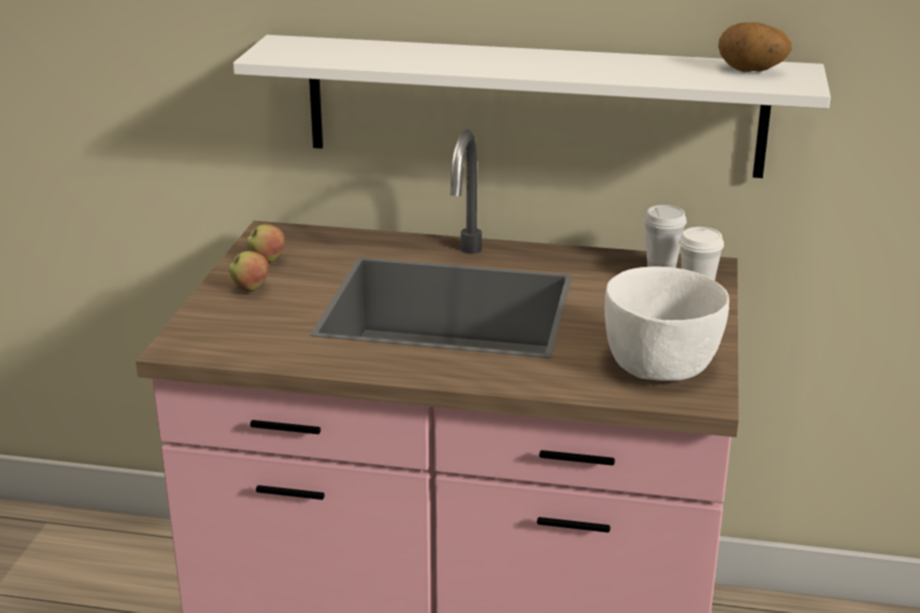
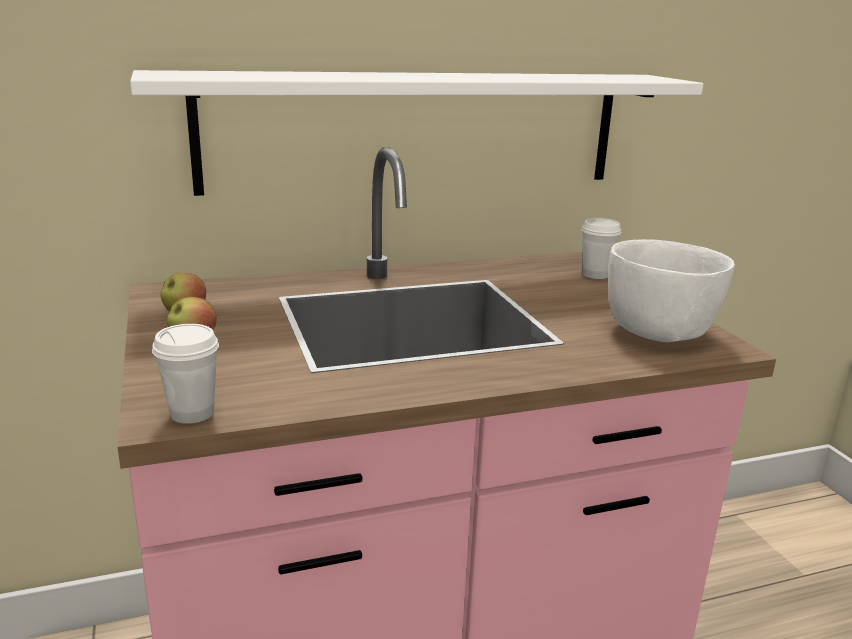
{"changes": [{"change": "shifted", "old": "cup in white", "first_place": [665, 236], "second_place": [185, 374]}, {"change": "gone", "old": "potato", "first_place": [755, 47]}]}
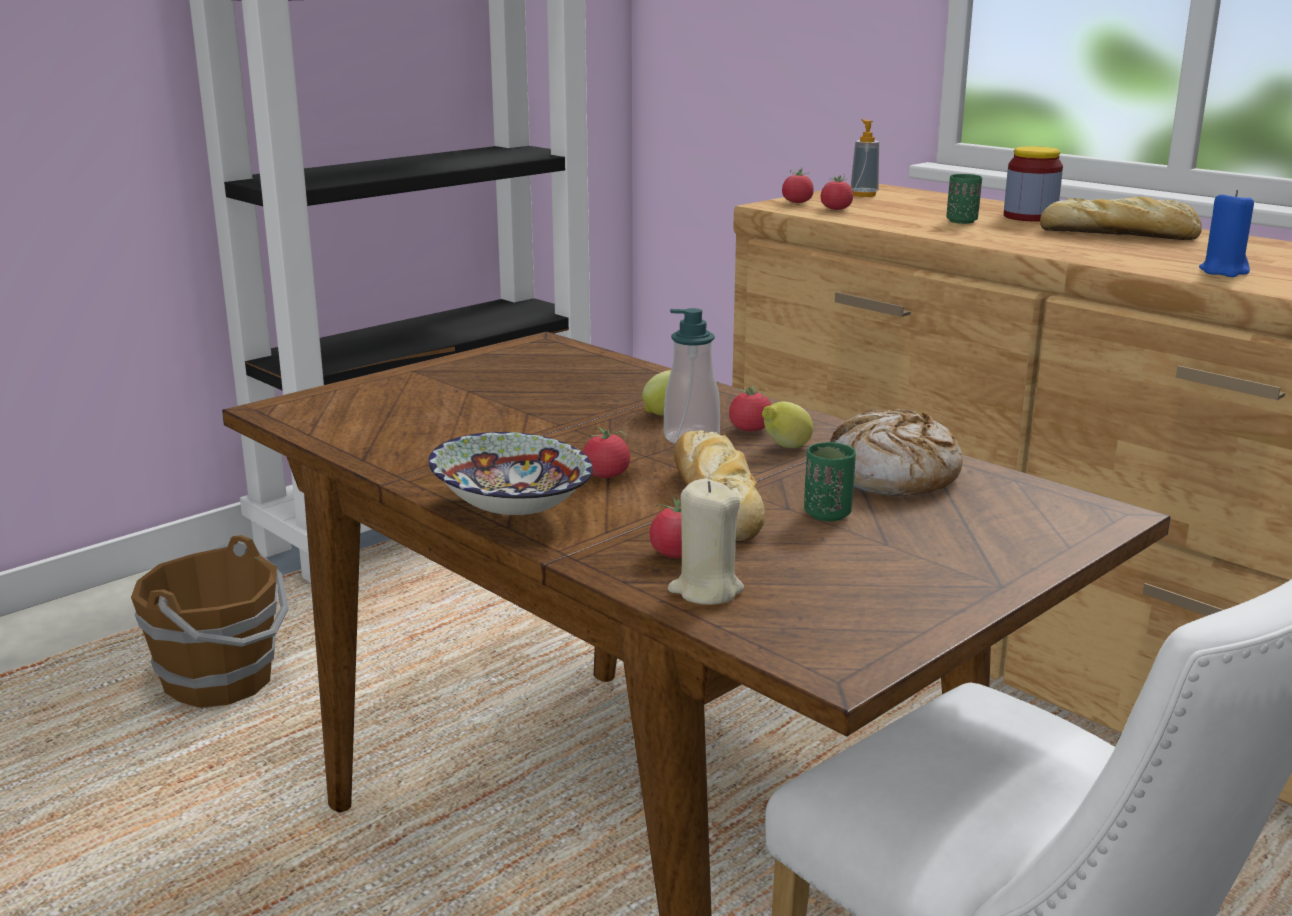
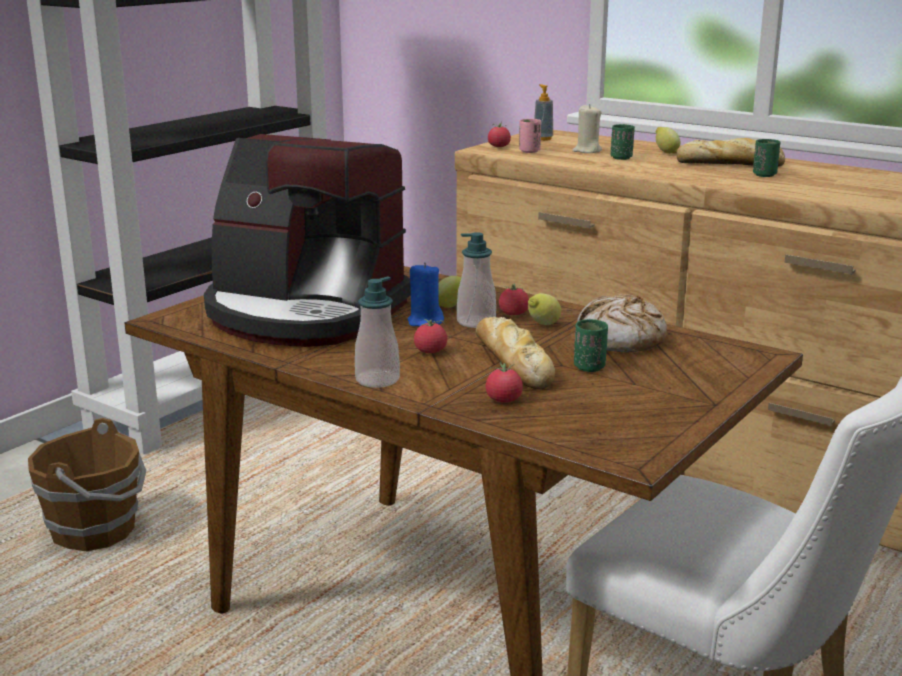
{"changes": [{"change": "new", "new": "coffee machine", "second_place": [307, 240]}, {"change": "swapped", "old": "bowl", "new": "soap dispenser", "first_place": [510, 473], "second_place": [377, 332]}, {"change": "shifted", "old": "candle in blue", "first_place": [1226, 233], "second_place": [425, 294]}, {"change": "swapped", "old": "tomato", "new": "cup in pink", "first_place": [837, 192], "second_place": [530, 136]}, {"change": "shifted", "old": "candle in beige", "first_place": [706, 542], "second_place": [587, 128]}, {"change": "swapped", "old": "jar", "new": "lemon", "first_place": [1033, 184], "second_place": [668, 140]}, {"change": "new", "new": "cup in green", "second_place": [766, 158]}]}
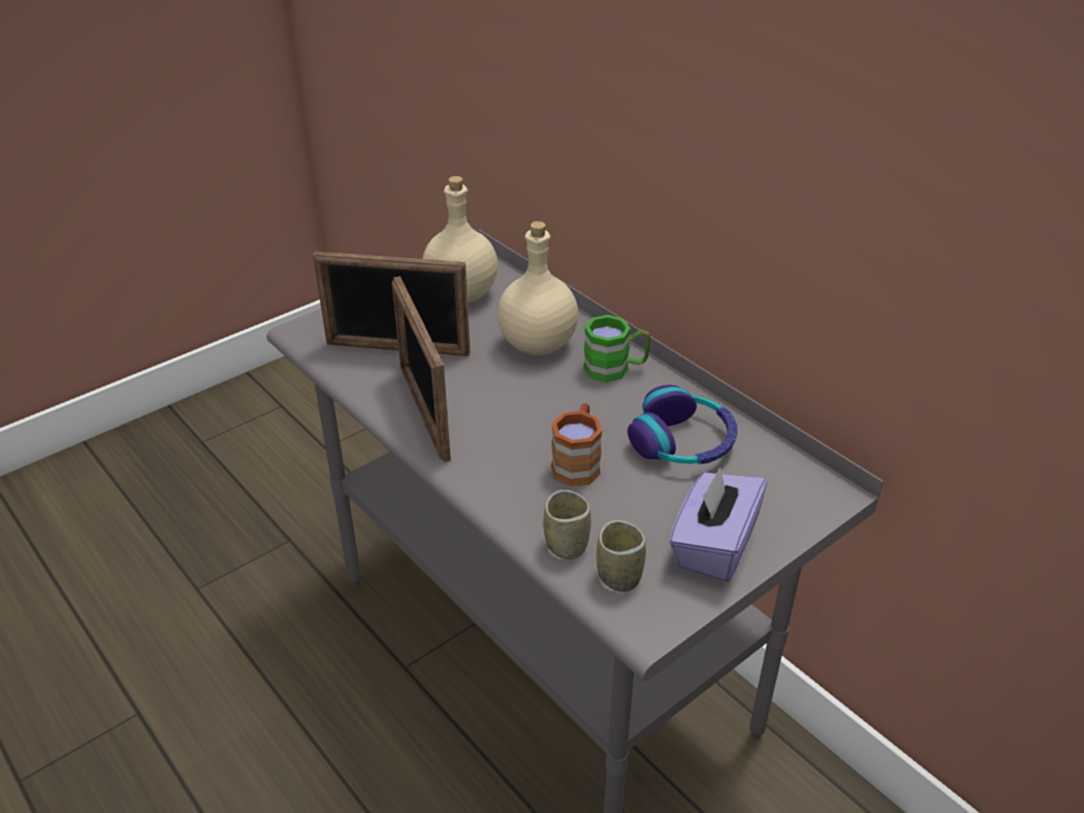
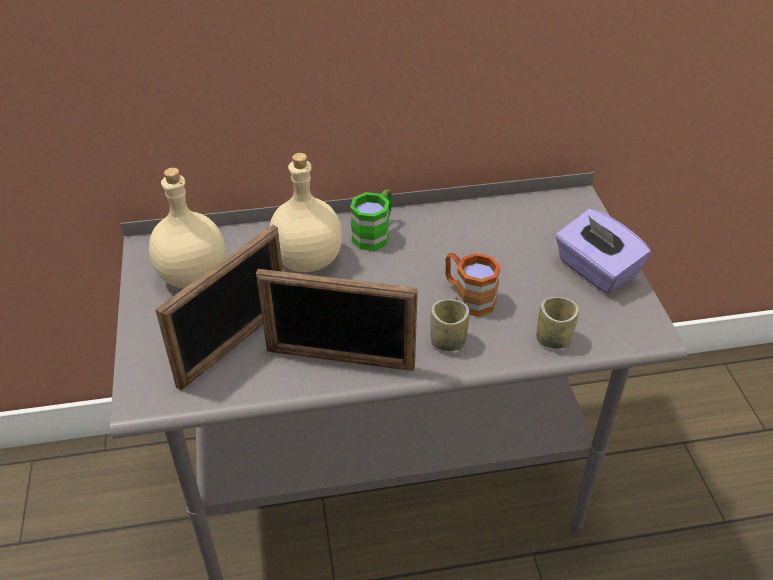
{"changes": [{"change": "shifted", "old": "cup", "first_place": [621, 556], "second_place": [450, 325]}, {"change": "gone", "old": "headphones", "first_place": [682, 424]}]}
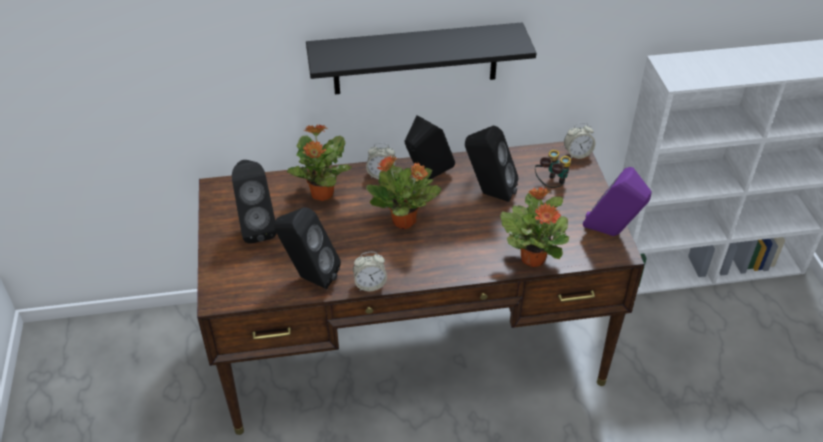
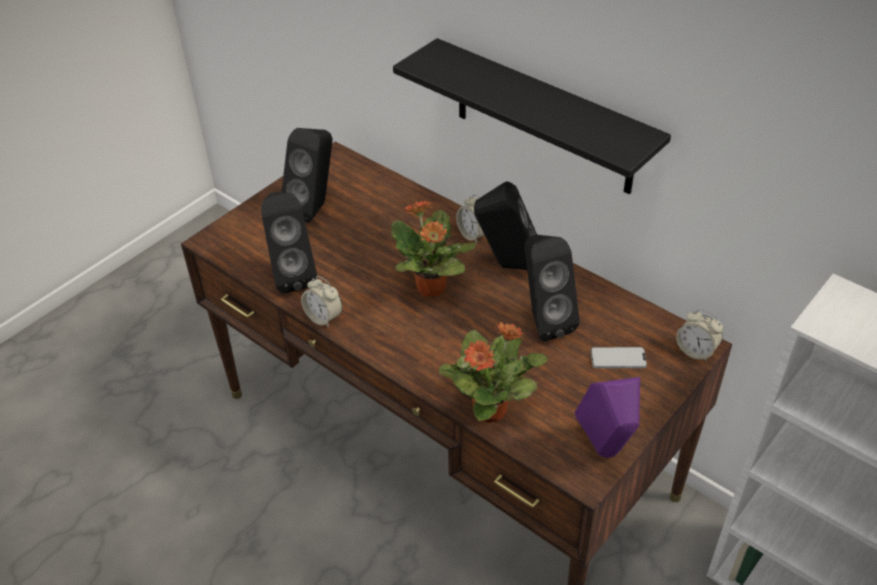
{"changes": [{"change": "swapped", "old": "binoculars", "new": "phone", "first_place": [553, 169], "second_place": [619, 357]}, {"change": "gone", "old": "potted plant", "first_place": [319, 162]}]}
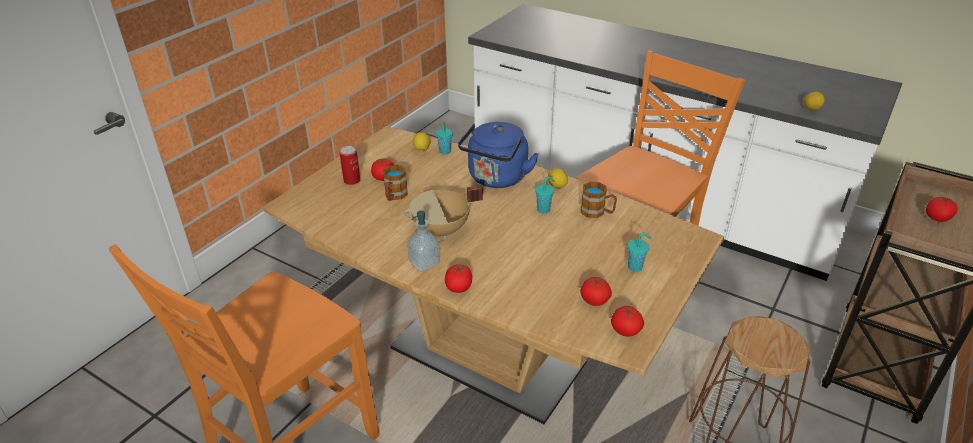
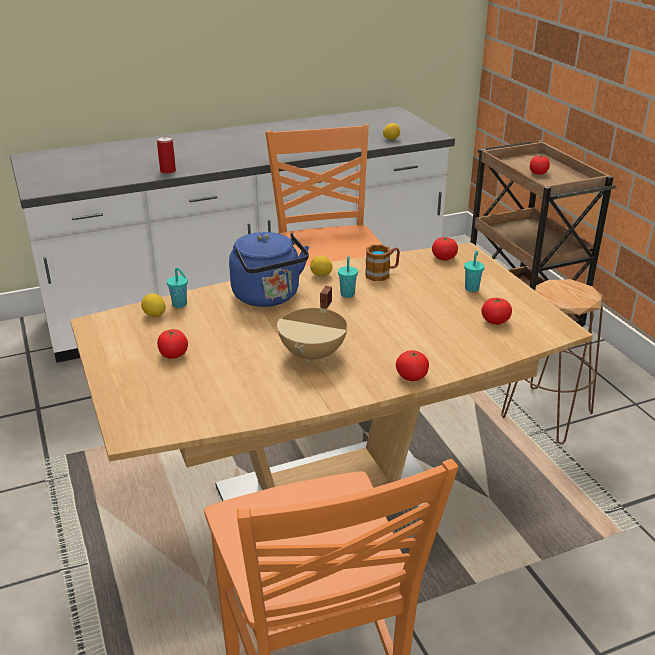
{"changes": [{"change": "shifted", "old": "can", "first_place": [350, 165], "second_place": [166, 155]}, {"change": "shifted", "old": "tomato", "first_place": [627, 321], "second_place": [445, 249]}, {"change": "gone", "old": "mug", "first_place": [395, 183]}, {"change": "gone", "old": "soap dispenser", "first_place": [423, 241]}]}
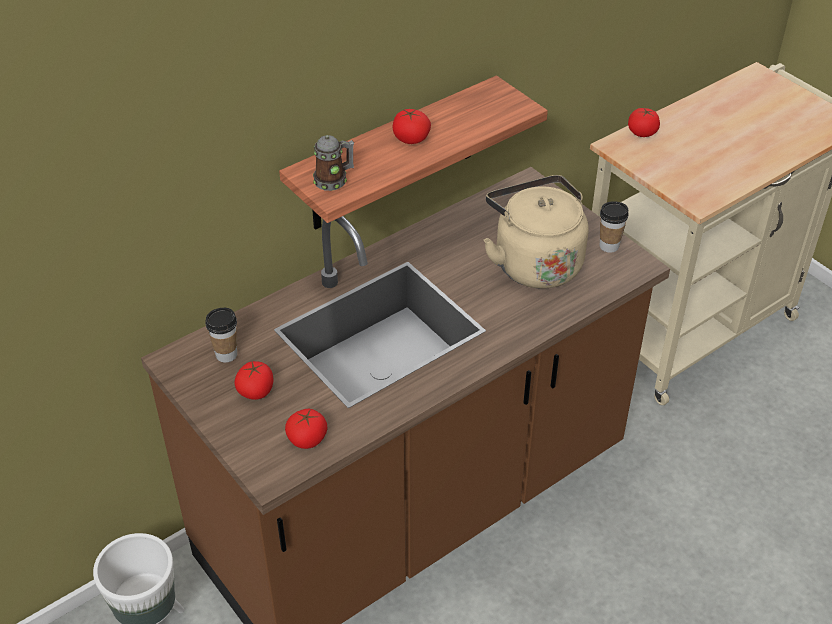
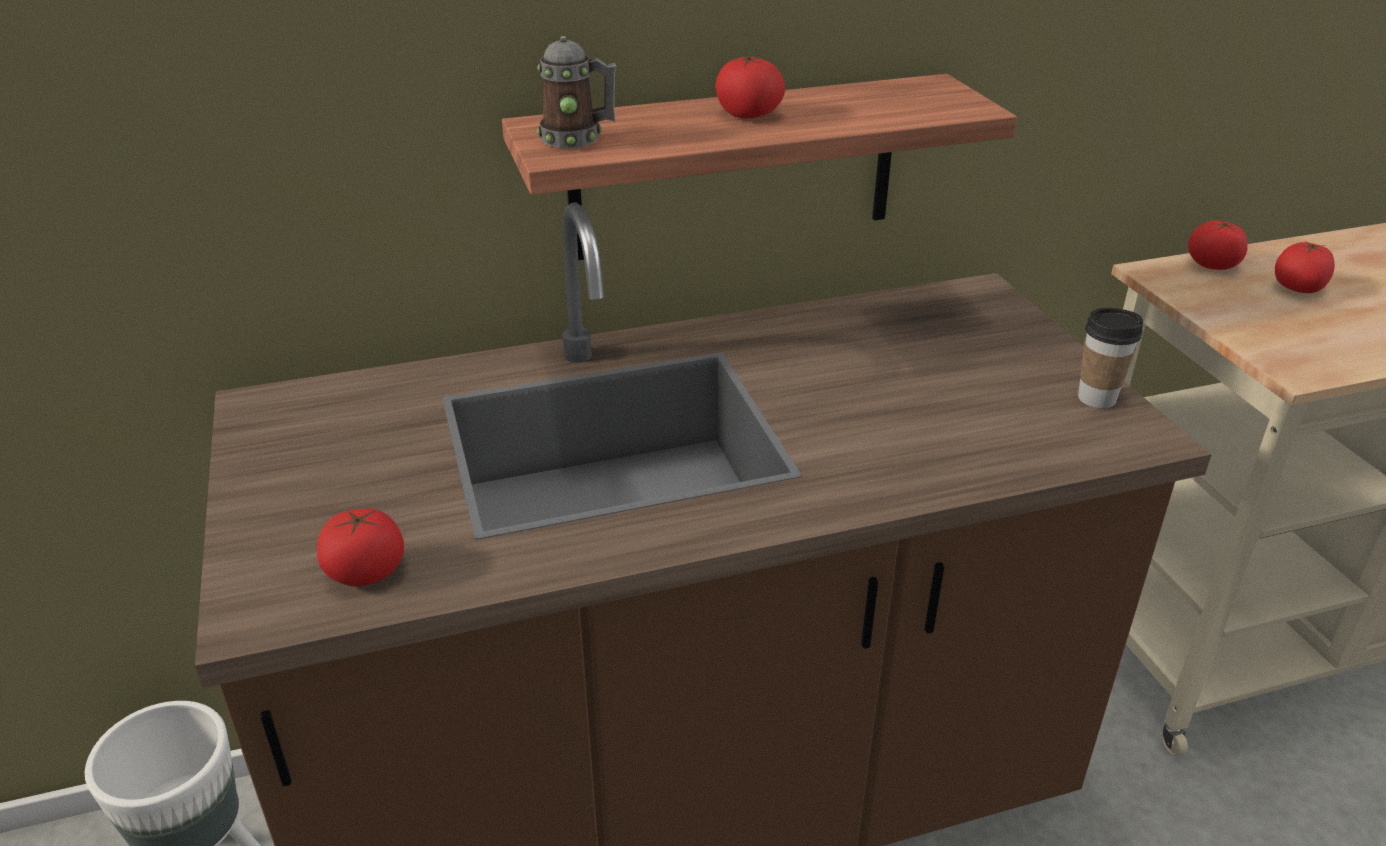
{"changes": [{"change": "shifted", "old": "tomato", "first_place": [254, 380], "second_place": [1305, 267]}, {"change": "gone", "old": "cup", "first_place": [221, 335]}, {"change": "gone", "old": "kettle in beige", "first_place": [536, 232]}]}
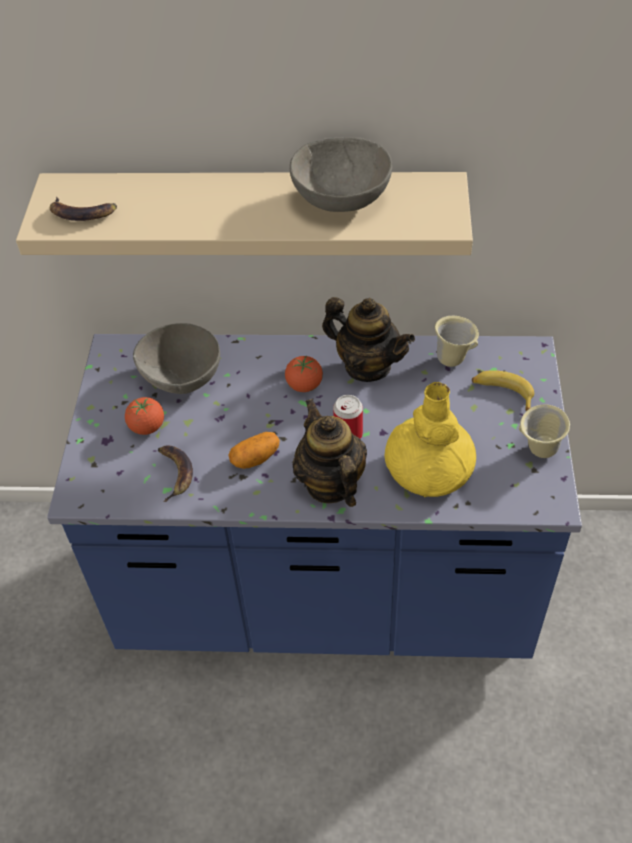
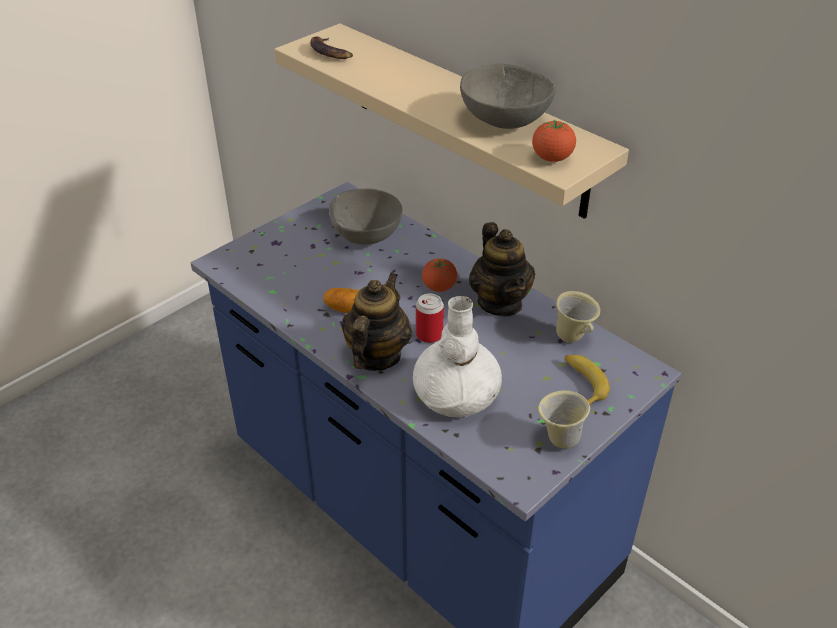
{"changes": [{"change": "repainted", "old": "vase in yellow", "new": "vase in white", "first_place": [430, 439], "second_place": [457, 356]}, {"change": "shifted", "old": "tomato", "first_place": [144, 416], "second_place": [554, 141]}, {"change": "gone", "old": "banana", "first_place": [175, 473]}]}
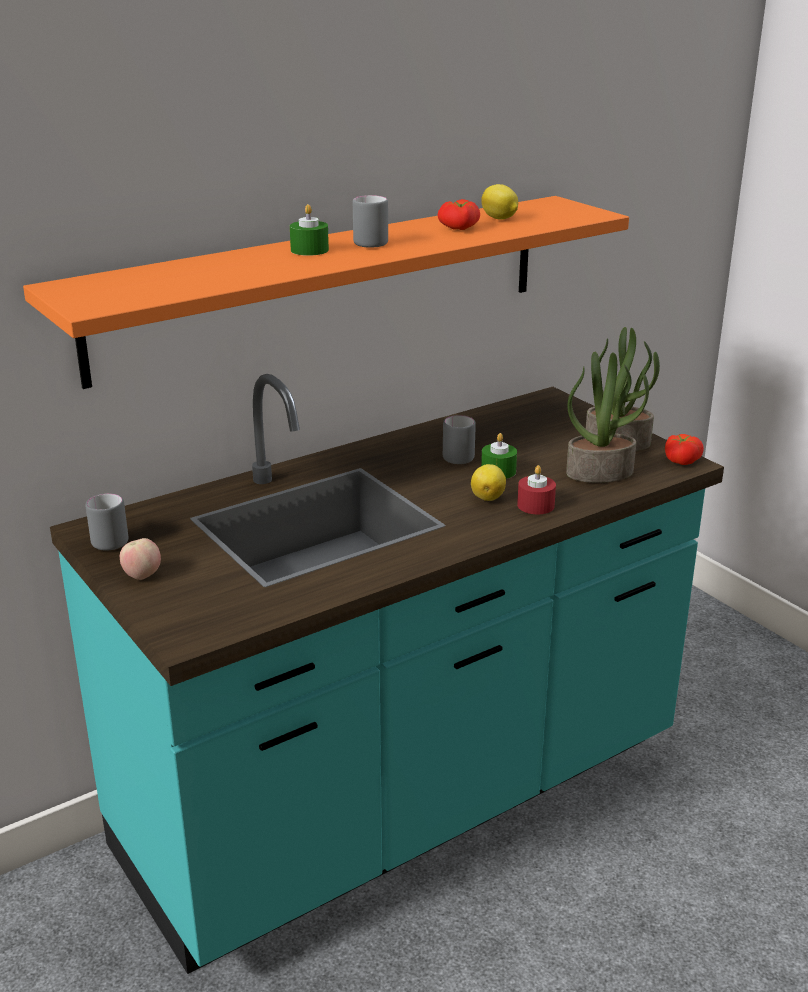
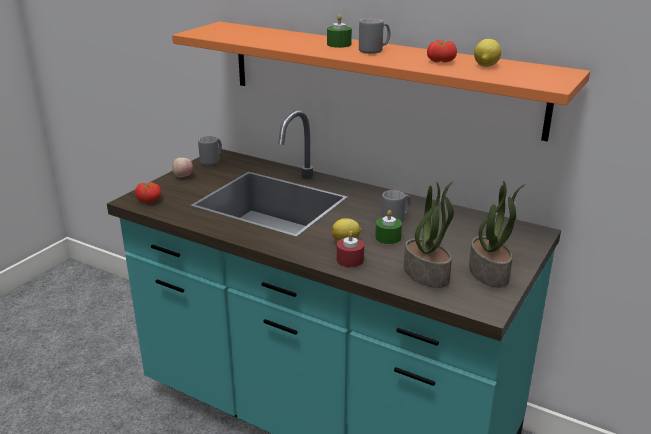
{"changes": [{"change": "shifted", "old": "tomato", "first_place": [684, 449], "second_place": [148, 192]}]}
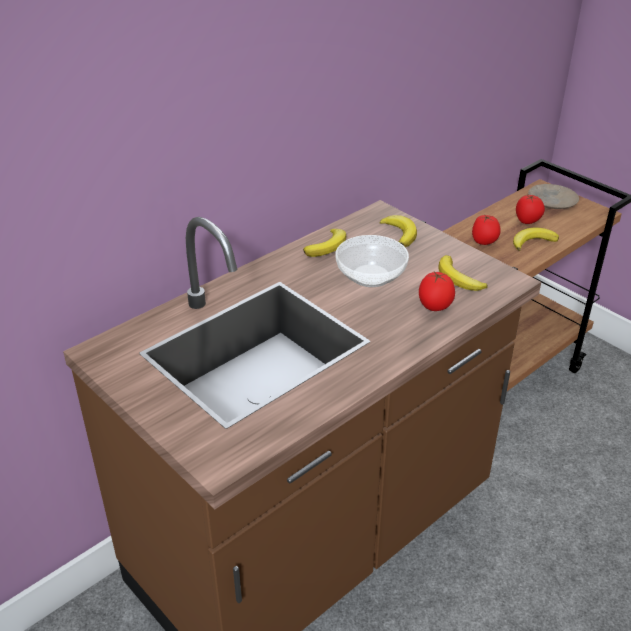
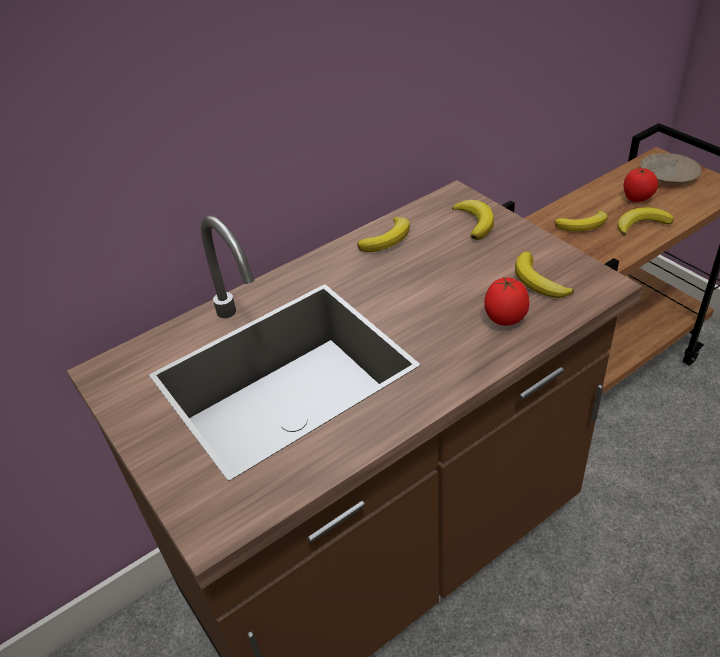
{"changes": [{"change": "swapped", "old": "tomato", "new": "banana", "first_place": [486, 229], "second_place": [581, 221]}, {"change": "gone", "old": "bowl", "first_place": [372, 261]}]}
